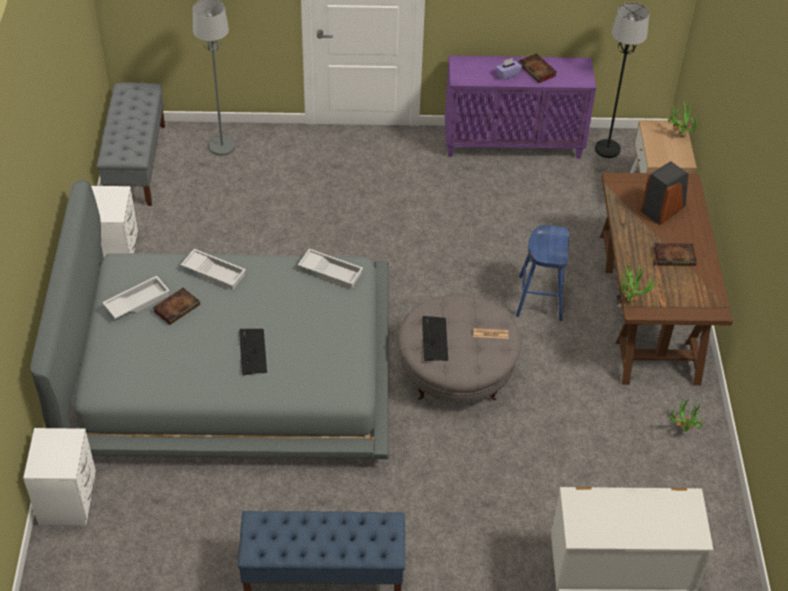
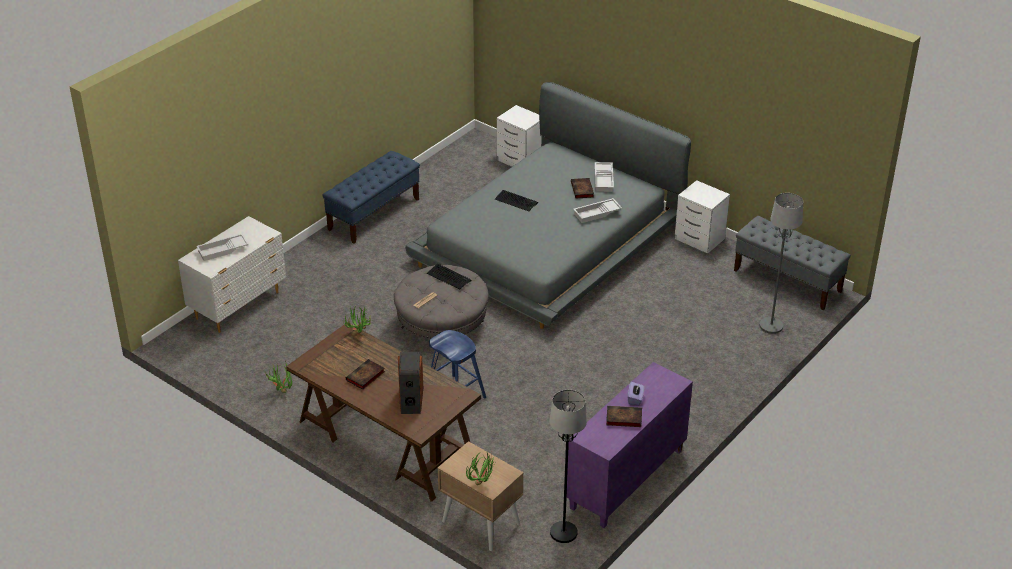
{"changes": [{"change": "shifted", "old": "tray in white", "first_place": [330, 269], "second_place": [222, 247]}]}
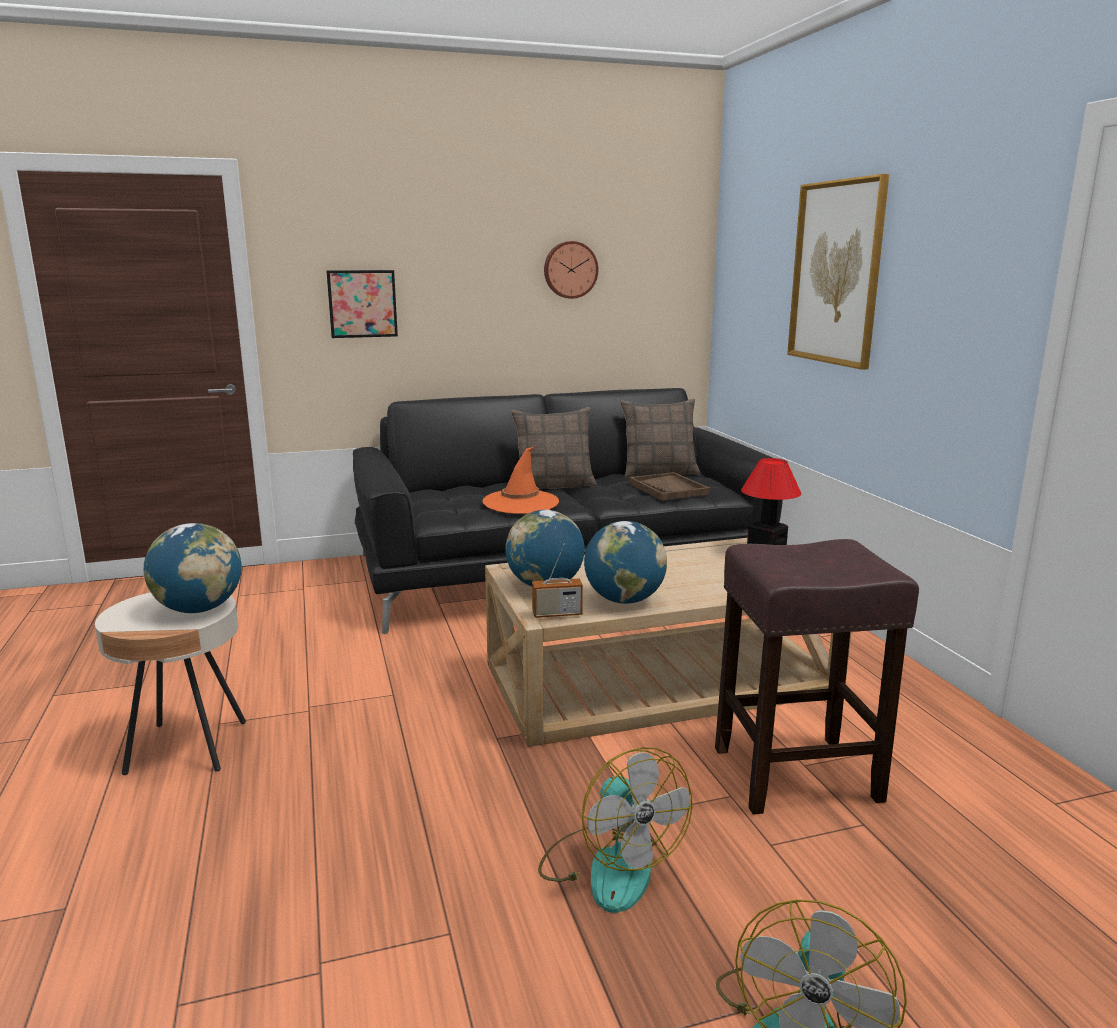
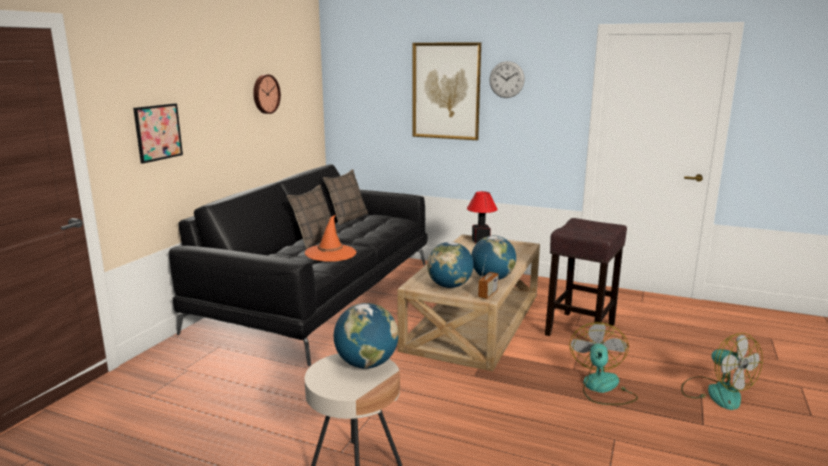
{"changes": [{"change": "new", "new": "wall clock", "second_place": [507, 79]}, {"change": "rotated", "old": "fan", "first_place": [615, 830], "second_place": [603, 363], "degrees": -90}, {"change": "gone", "old": "tray in brown", "first_place": [669, 486]}]}
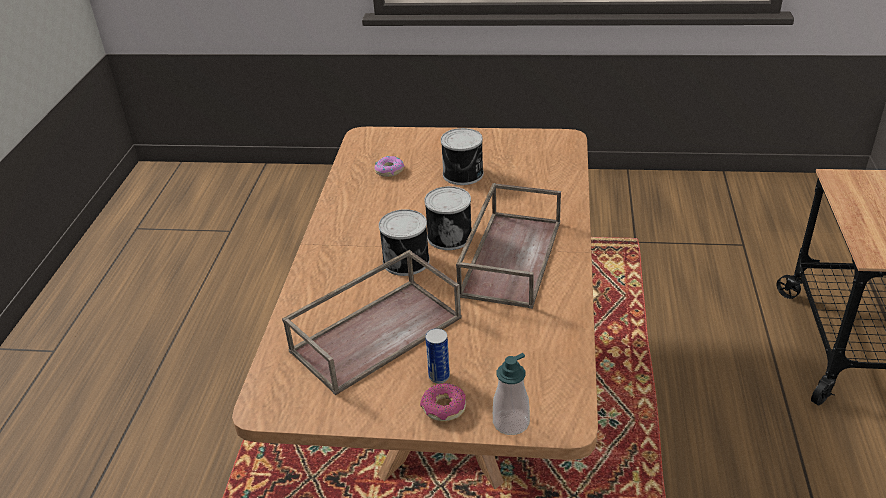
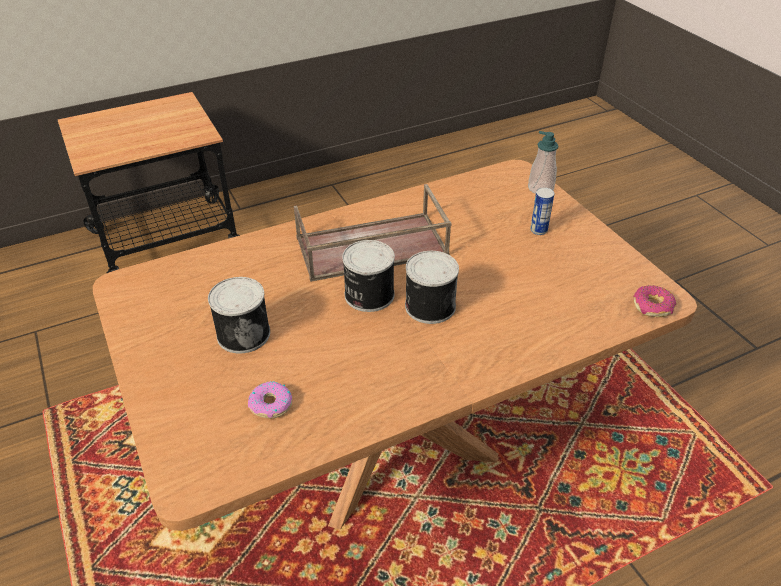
{"changes": [{"change": "shifted", "old": "donut", "first_place": [443, 402], "second_place": [654, 301]}, {"change": "gone", "old": "tray in brown", "first_place": [372, 322]}]}
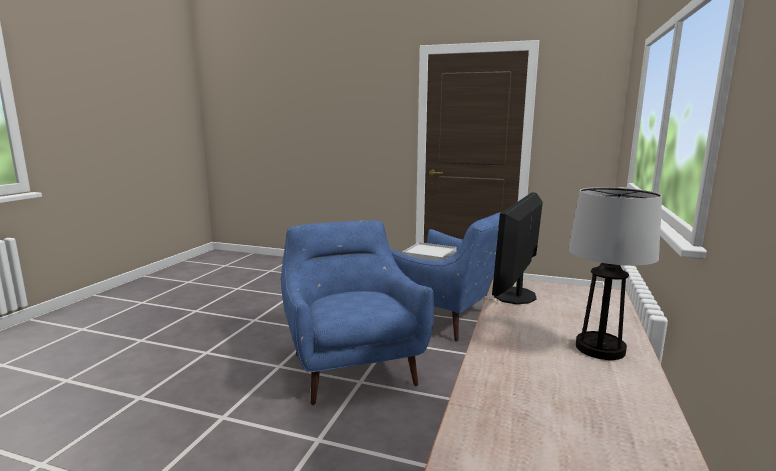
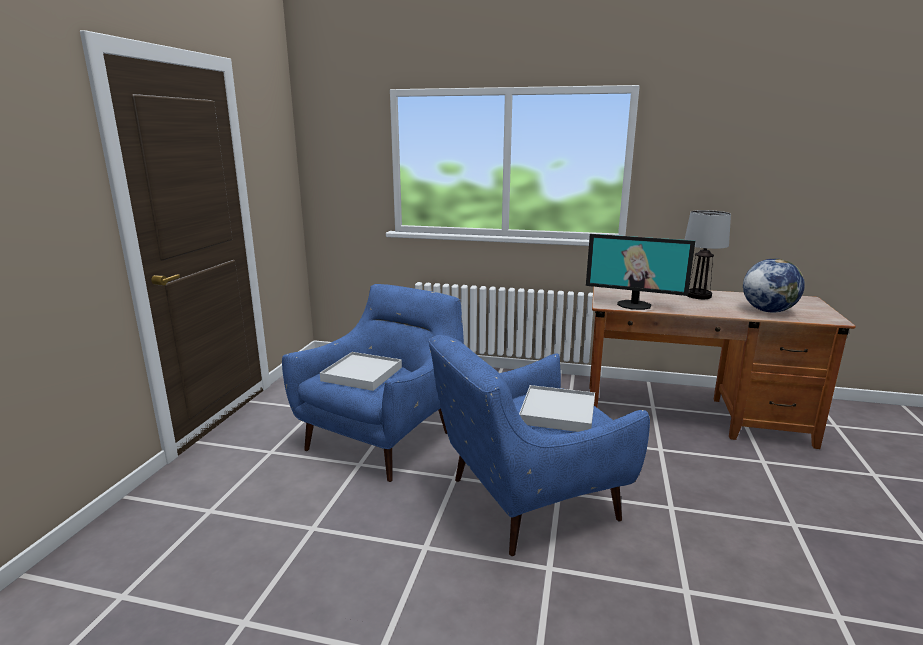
{"changes": [{"change": "new", "new": "tray in white", "second_place": [557, 408]}, {"change": "new", "new": "globe", "second_place": [774, 286]}]}
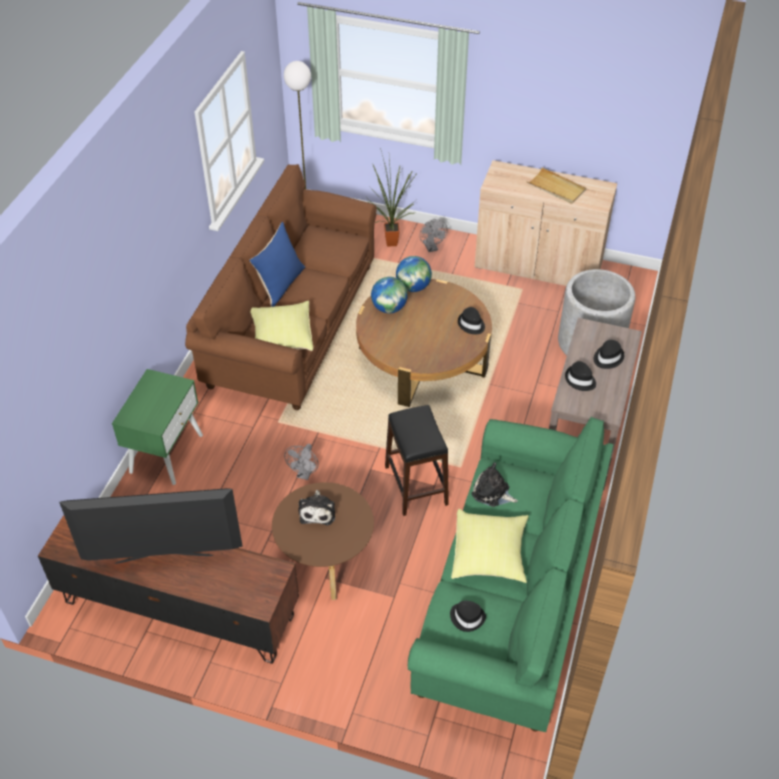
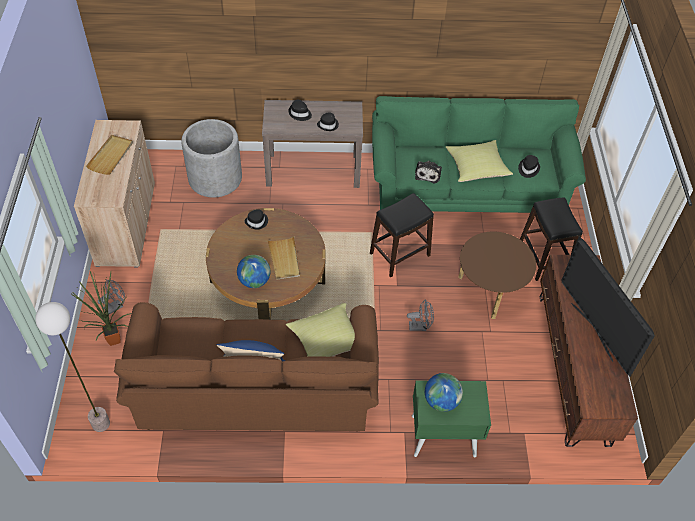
{"changes": [{"change": "new", "new": "tray in beige", "second_place": [283, 258]}, {"change": "shifted", "old": "globe", "first_place": [414, 274], "second_place": [444, 392]}, {"change": "new", "new": "stool in black", "second_place": [551, 239]}, {"change": "gone", "old": "plush toy", "first_place": [316, 507]}]}
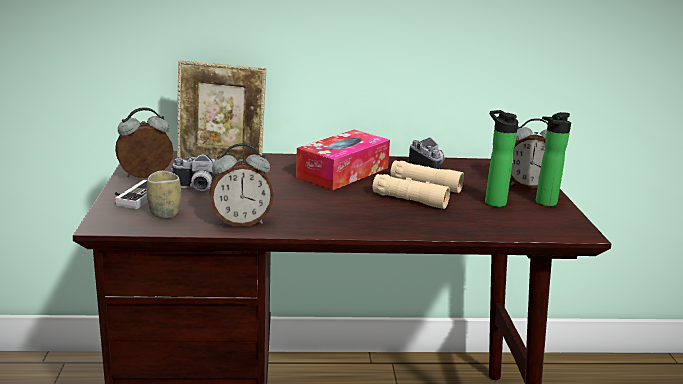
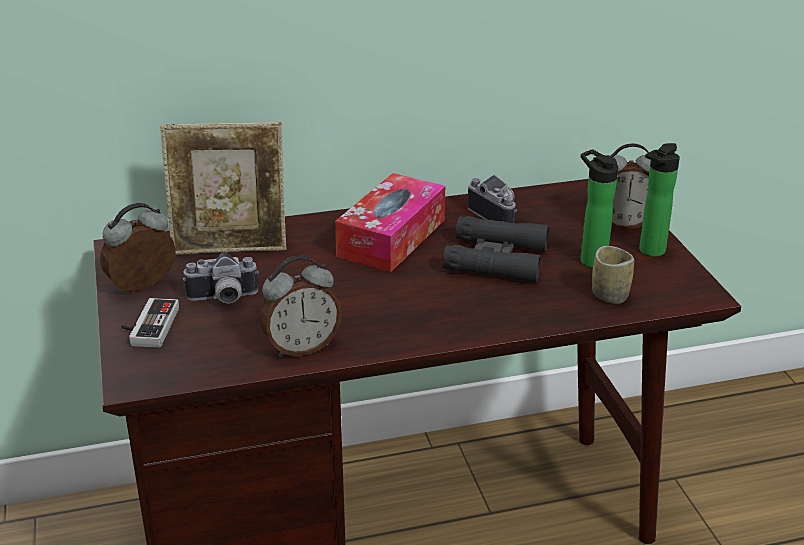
{"changes": [{"change": "repainted", "old": "binoculars in beige", "new": "binoculars in black", "first_place": [418, 185], "second_place": [496, 249]}, {"change": "shifted", "old": "cup", "first_place": [164, 195], "second_place": [613, 275]}]}
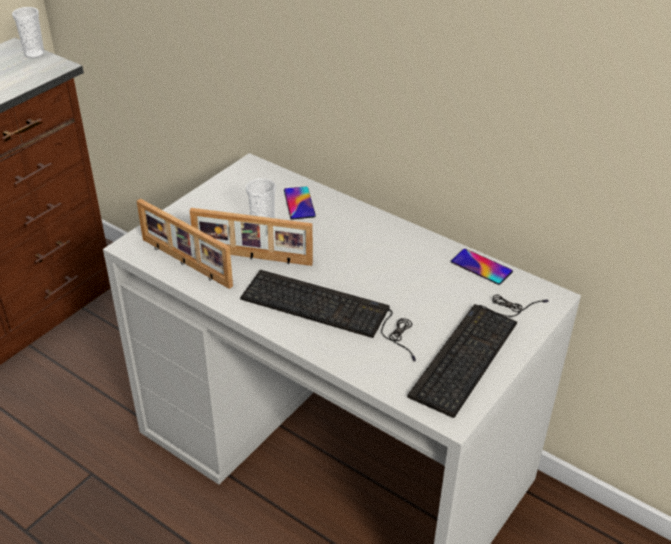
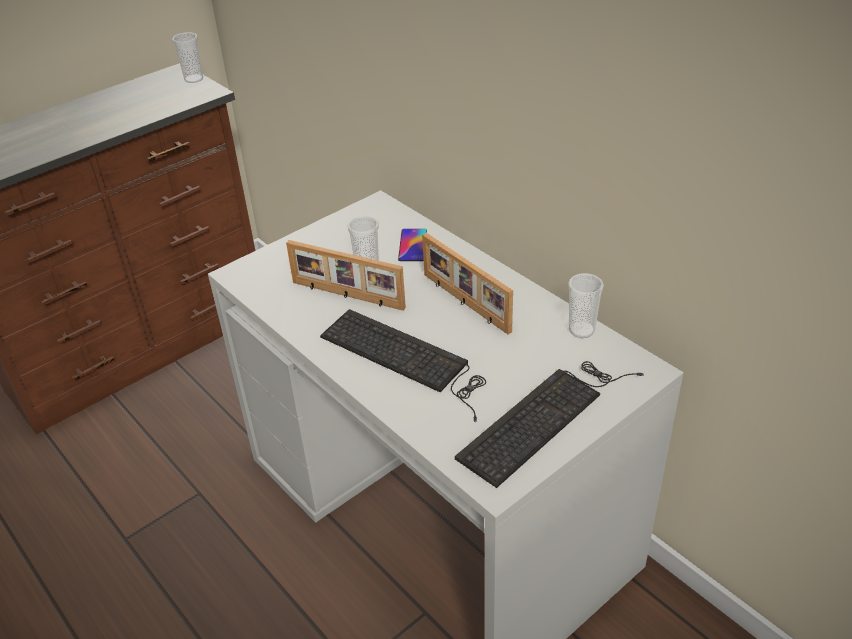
{"changes": [{"change": "shifted", "old": "picture frame", "first_place": [185, 244], "second_place": [467, 283]}, {"change": "swapped", "old": "phone", "new": "cup", "first_place": [482, 267], "second_place": [586, 305]}]}
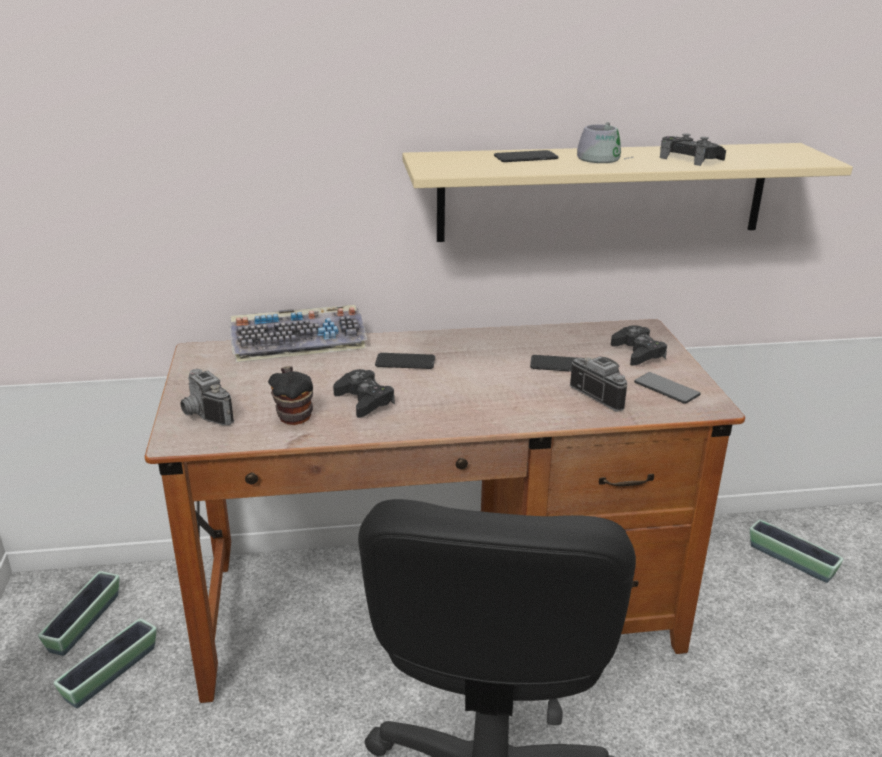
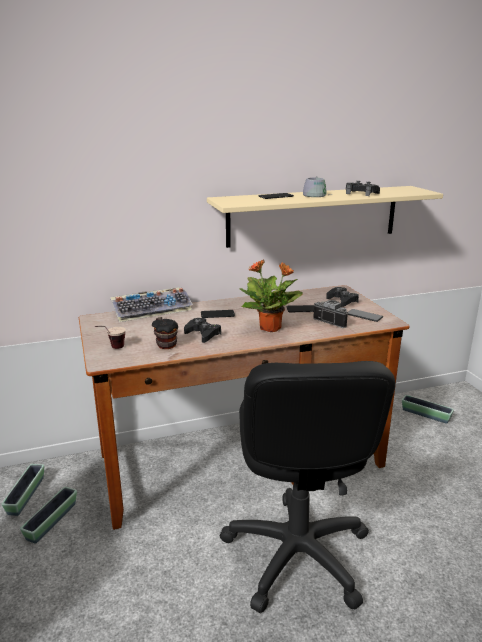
{"changes": [{"change": "swapped", "old": "photo camera", "new": "cup", "first_place": [207, 397], "second_place": [110, 337]}, {"change": "new", "new": "potted plant", "second_place": [271, 295]}]}
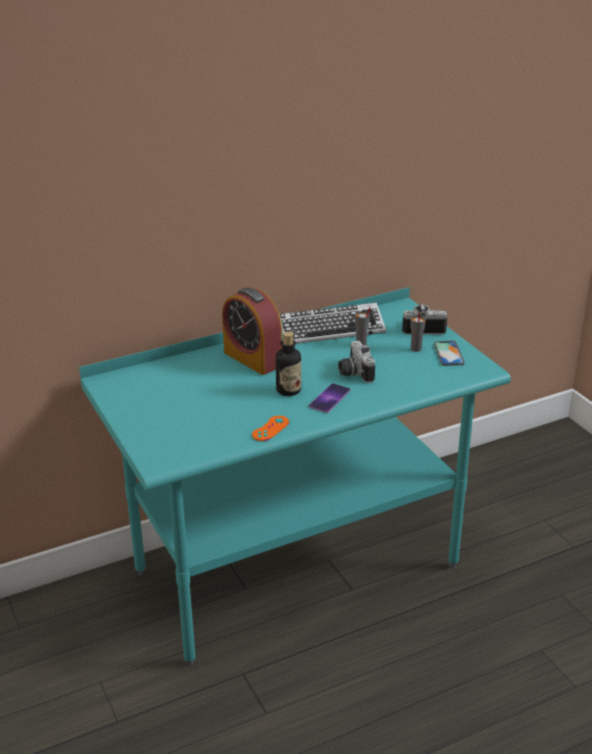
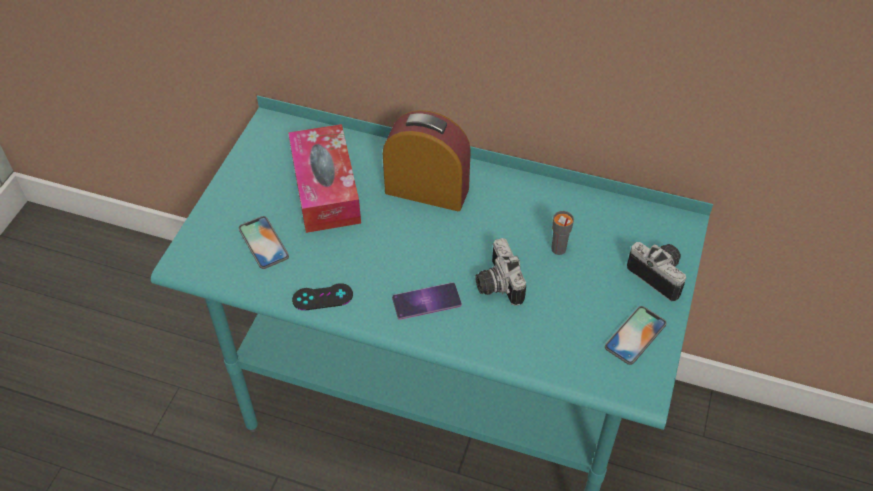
{"changes": [{"change": "new", "new": "phone", "second_place": [264, 242]}, {"change": "new", "new": "tissue box", "second_place": [324, 178]}, {"change": "repainted", "old": "game controller in orange", "new": "game controller in black", "first_place": [270, 428], "second_place": [322, 296]}, {"change": "rotated", "old": "alarm clock", "first_place": [252, 331], "second_place": [427, 160], "degrees": 105}, {"change": "rotated", "old": "photo camera", "first_place": [356, 361], "second_place": [500, 272], "degrees": -45}, {"change": "gone", "old": "bottle", "first_place": [288, 364]}, {"change": "gone", "old": "keyboard", "first_place": [332, 323]}, {"change": "gone", "old": "cup in grey", "first_place": [418, 332]}]}
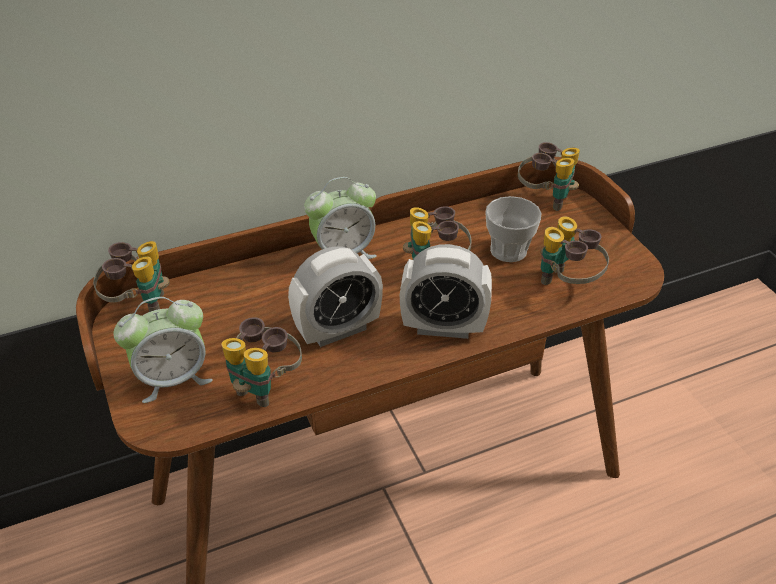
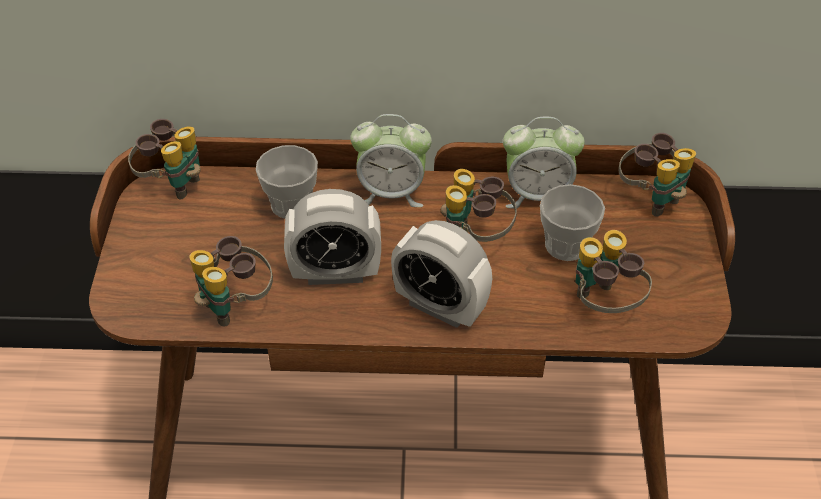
{"changes": [{"change": "new", "new": "cup", "second_place": [287, 181]}, {"change": "shifted", "old": "alarm clock", "first_place": [163, 350], "second_place": [544, 162]}]}
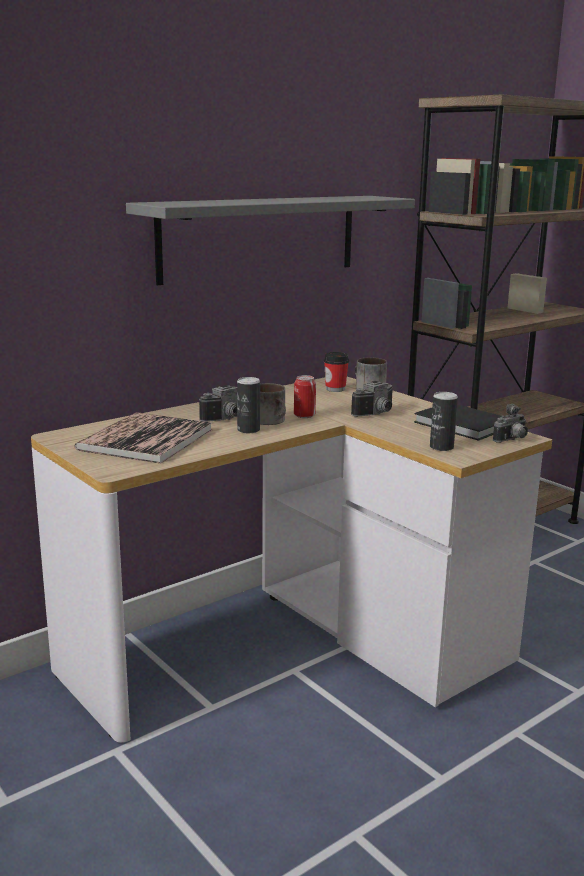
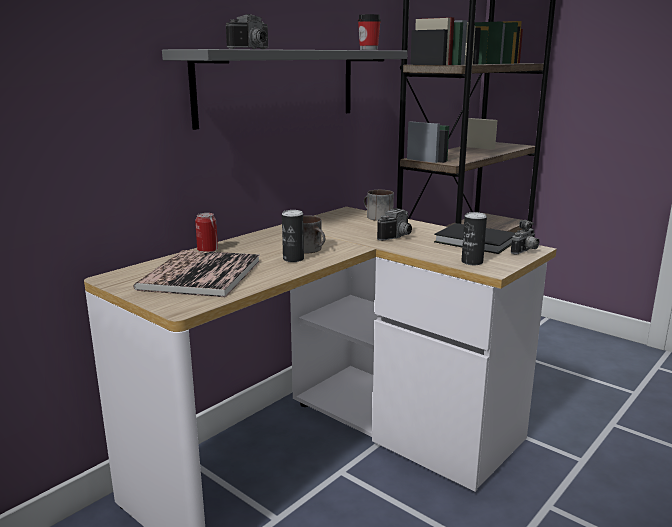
{"changes": [{"change": "shifted", "old": "can", "first_place": [305, 396], "second_place": [206, 232]}, {"change": "shifted", "old": "photo camera", "first_place": [218, 403], "second_place": [247, 31]}, {"change": "shifted", "old": "cup", "first_place": [336, 372], "second_place": [369, 32]}]}
